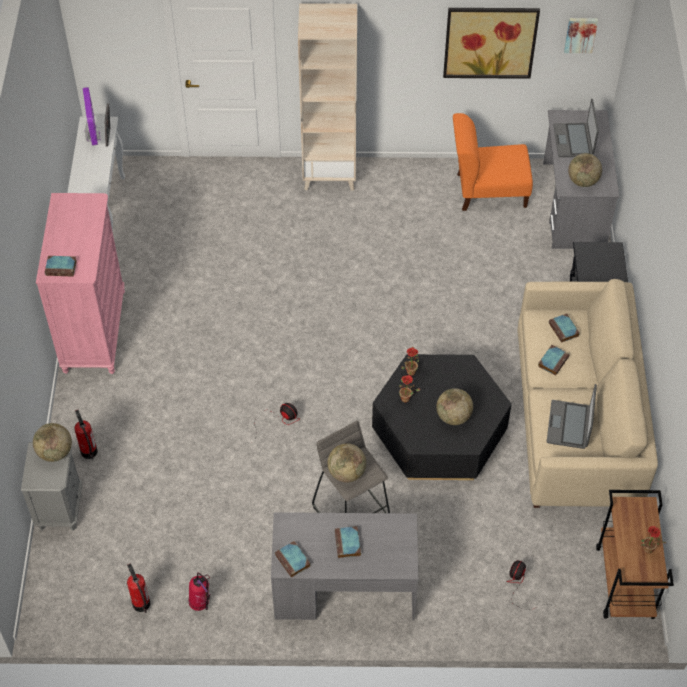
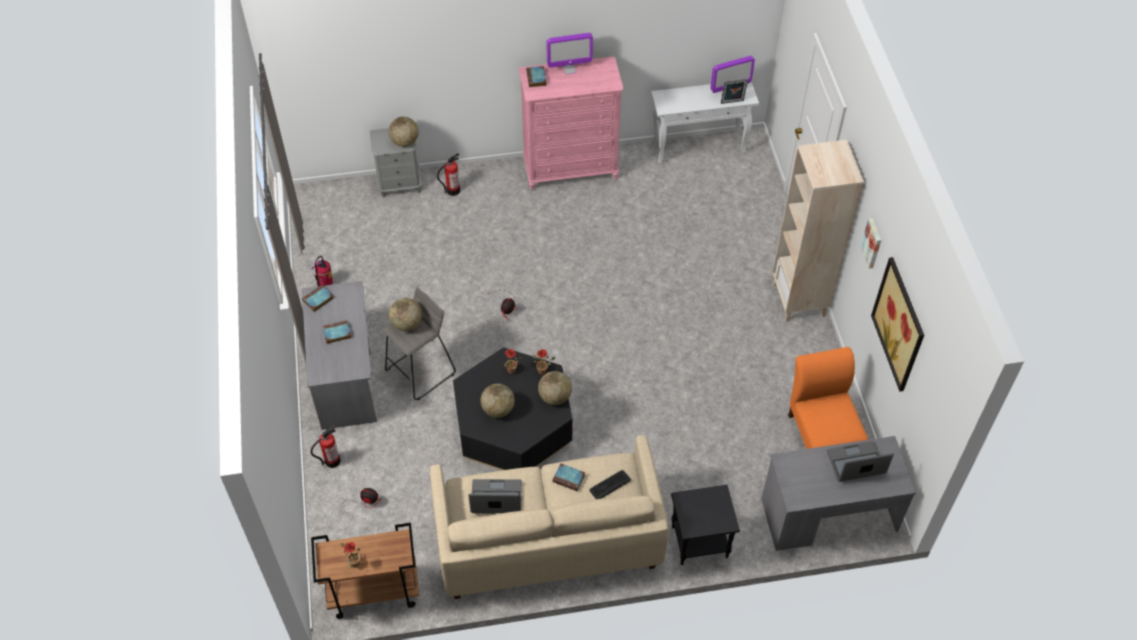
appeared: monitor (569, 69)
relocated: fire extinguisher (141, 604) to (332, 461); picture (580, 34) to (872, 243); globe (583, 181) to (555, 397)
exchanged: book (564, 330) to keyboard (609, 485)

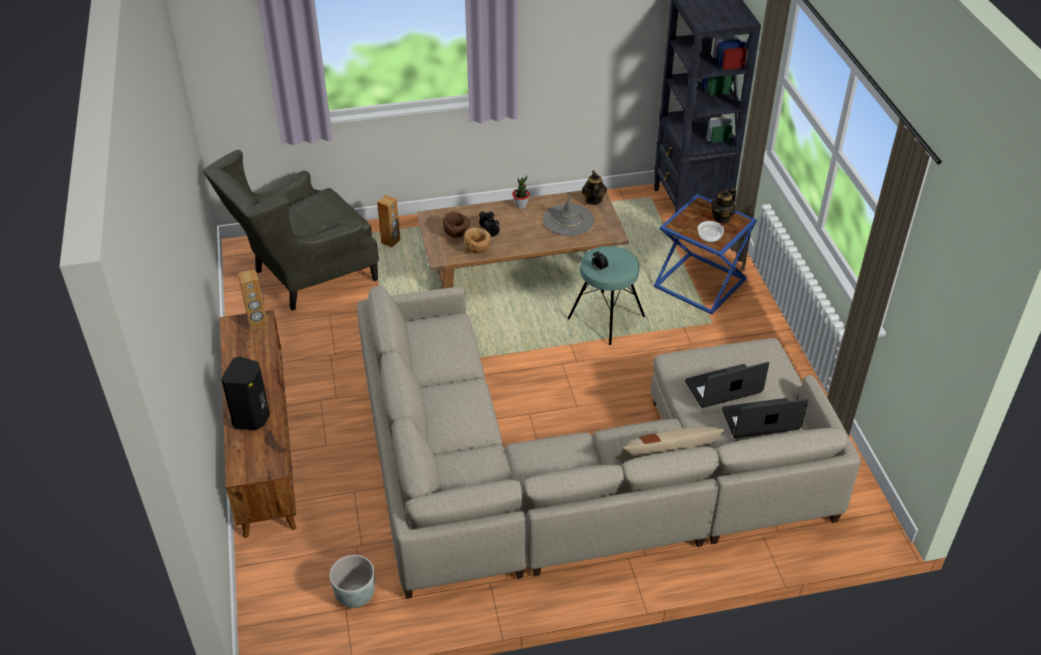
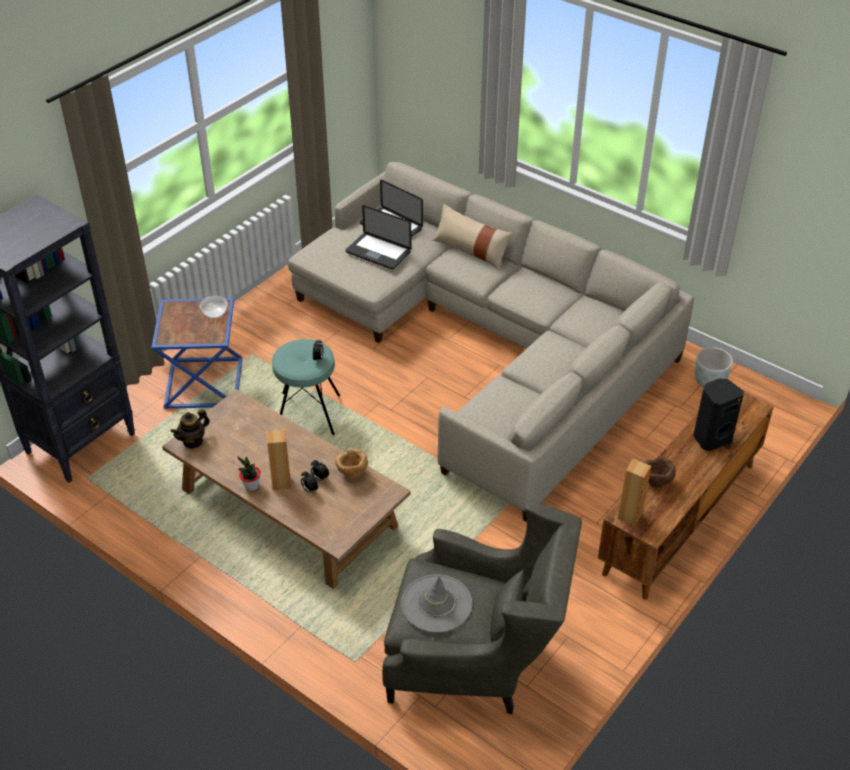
missing: teapot (722, 218)
relocated: brown speaker (391, 242) to (281, 482); brown bowl (456, 234) to (656, 482); grey hat (568, 220) to (436, 604)

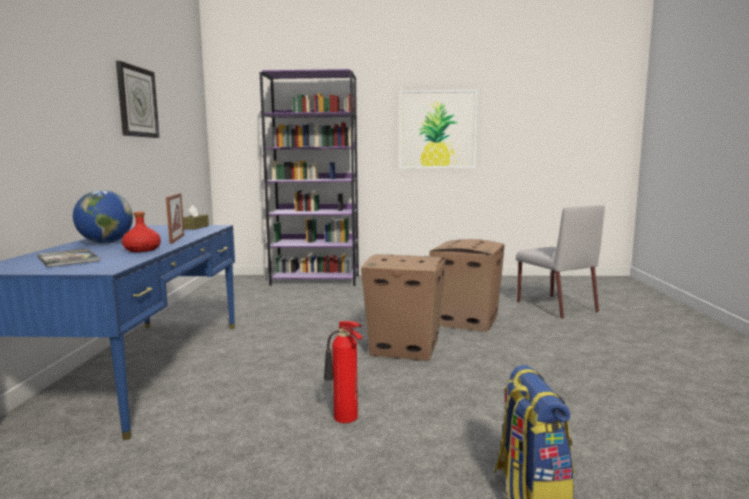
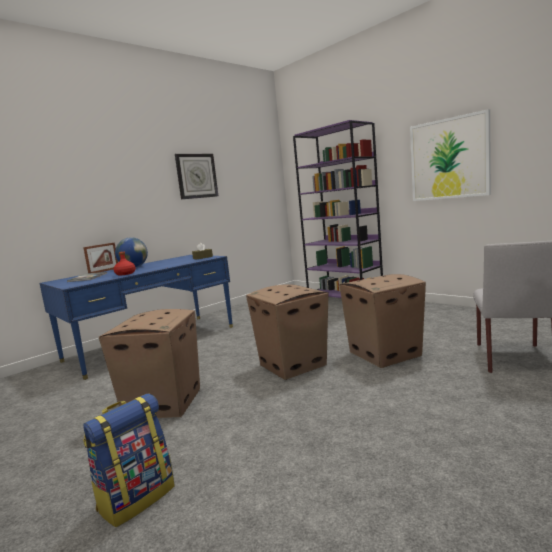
relocated: picture frame (177, 239) to (104, 271)
exchanged: fire extinguisher (344, 419) to cardboard box (164, 403)

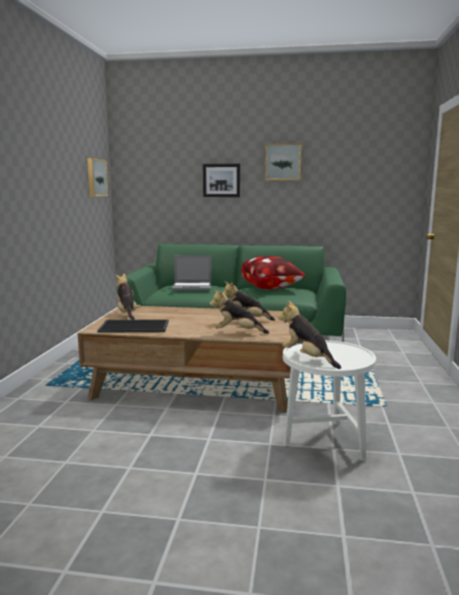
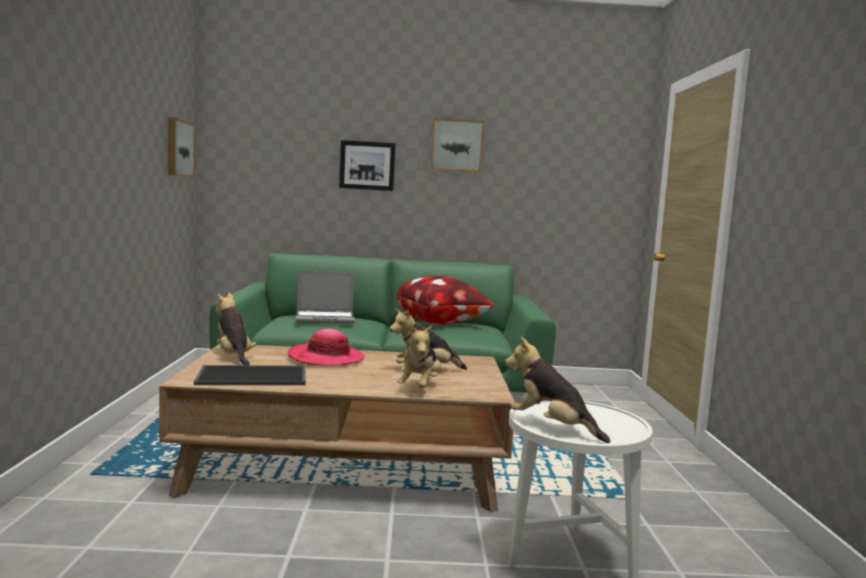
appeared: hat (326, 358)
spun: plush toy (237, 333) = (420, 387) 75 degrees counterclockwise

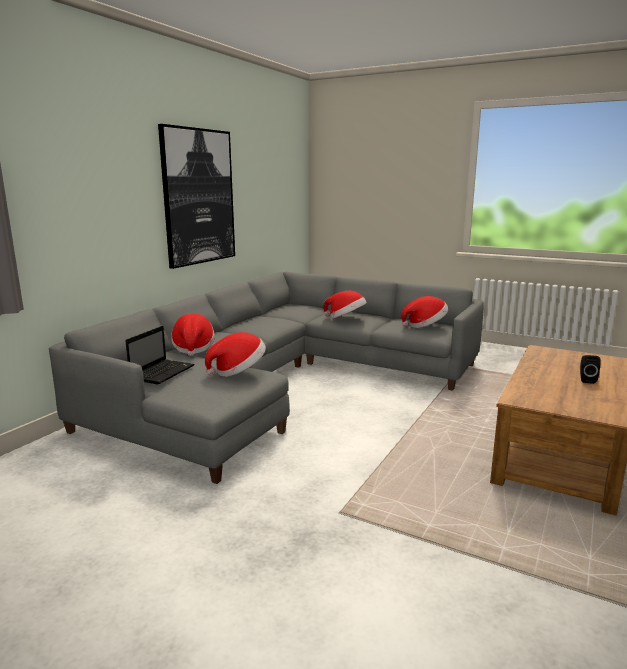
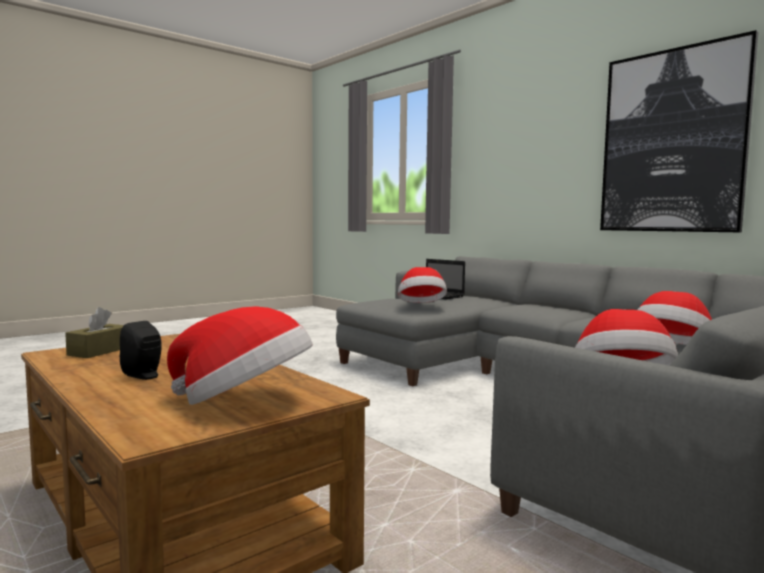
appeared: brown tissue box (99, 351)
relocated: hat (193, 348) to (244, 402)

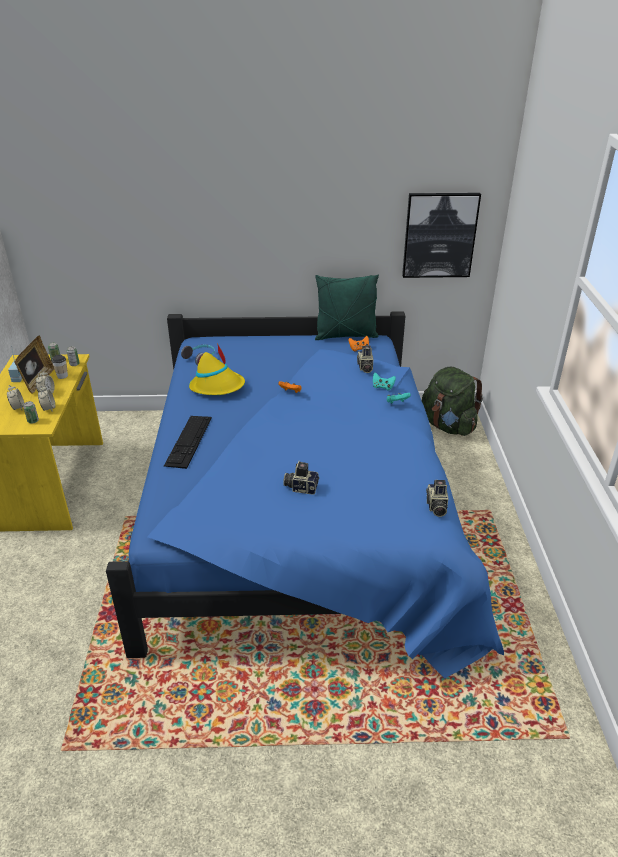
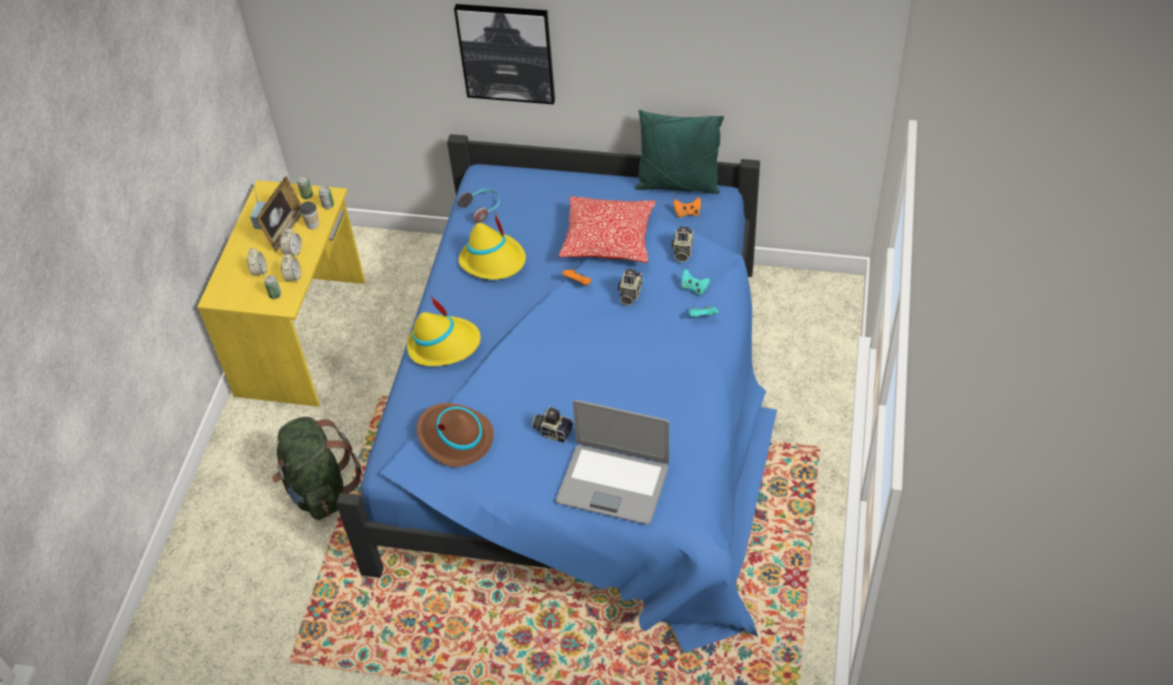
appeared: brown hat (455, 438); laptop (613, 483); pillow (608, 239)
relocated: picture (439, 235) to (506, 52); green backpack (448, 426) to (319, 489); photo camera (436, 506) to (629, 293)
exchanged: keyboard (188, 441) to yellow hat (444, 344)

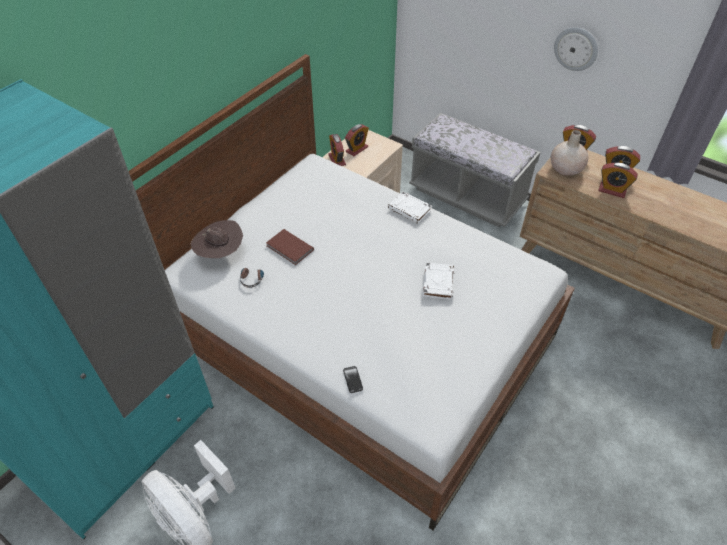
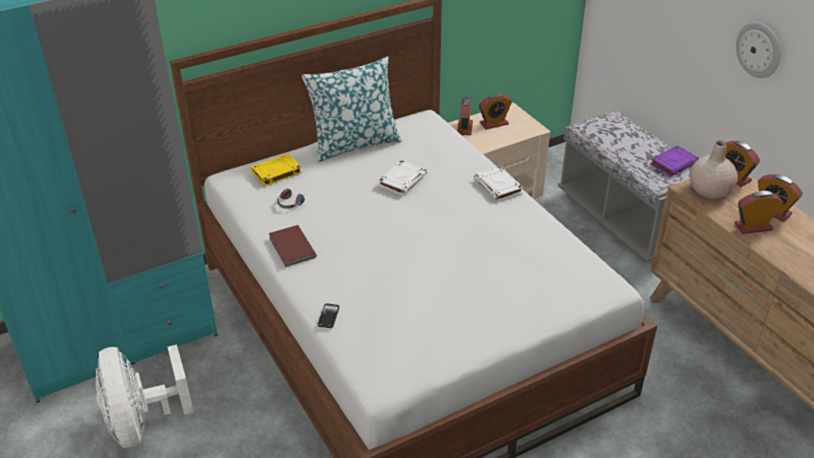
appeared: pillow (354, 144); purple book (674, 163)
relocated: brown book (289, 249) to (291, 248); white book (438, 283) to (402, 180)
exchanged: brown hat (220, 254) to yellow book (276, 173)
spun: alarm clock (612, 190) = (753, 227) 120 degrees clockwise

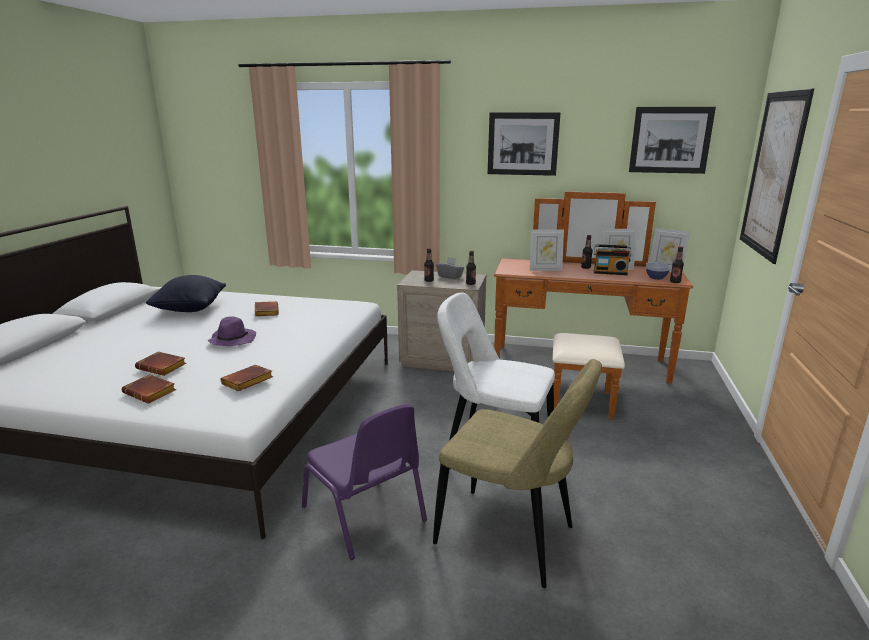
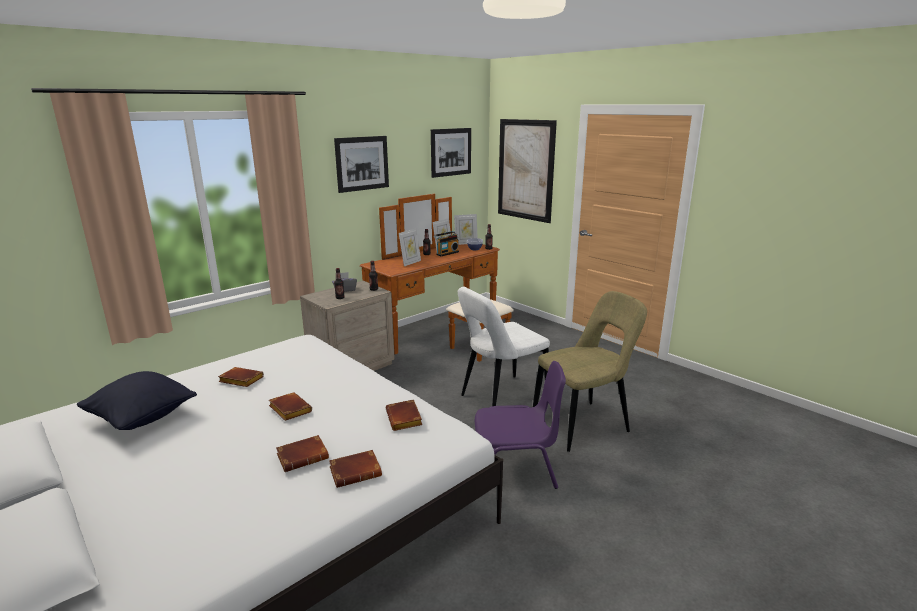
exchanged: purple hat (232, 339) to brown book (288, 410)

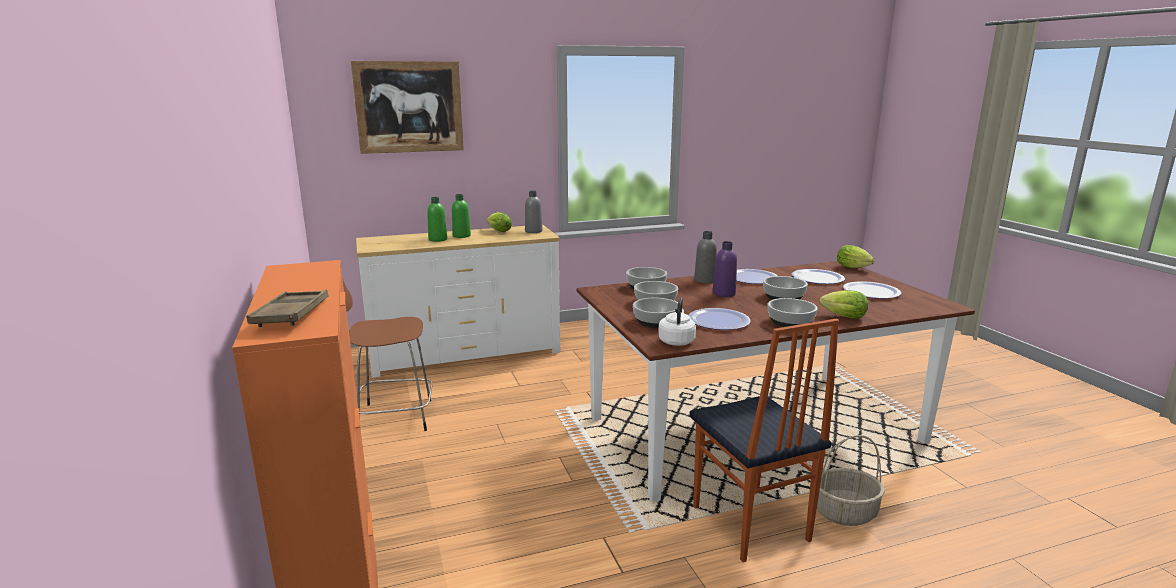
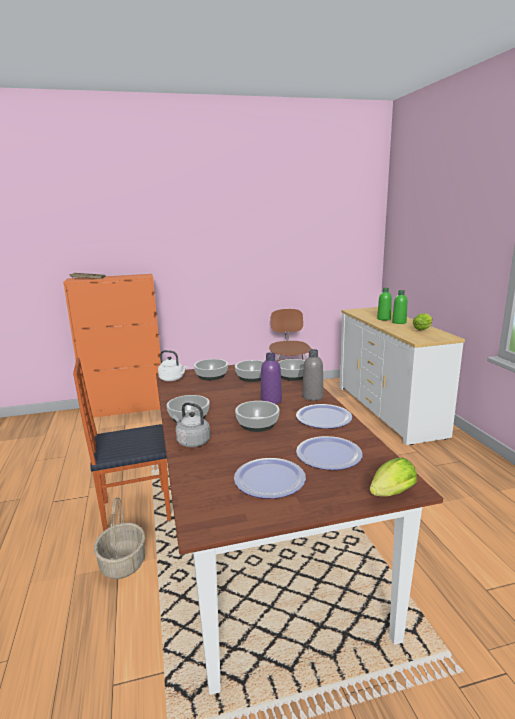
missing: picture (409, 107); grey bottle (533, 231); plate (719, 321)
exchanged: lettuce (841, 316) to grey kettle (192, 441)

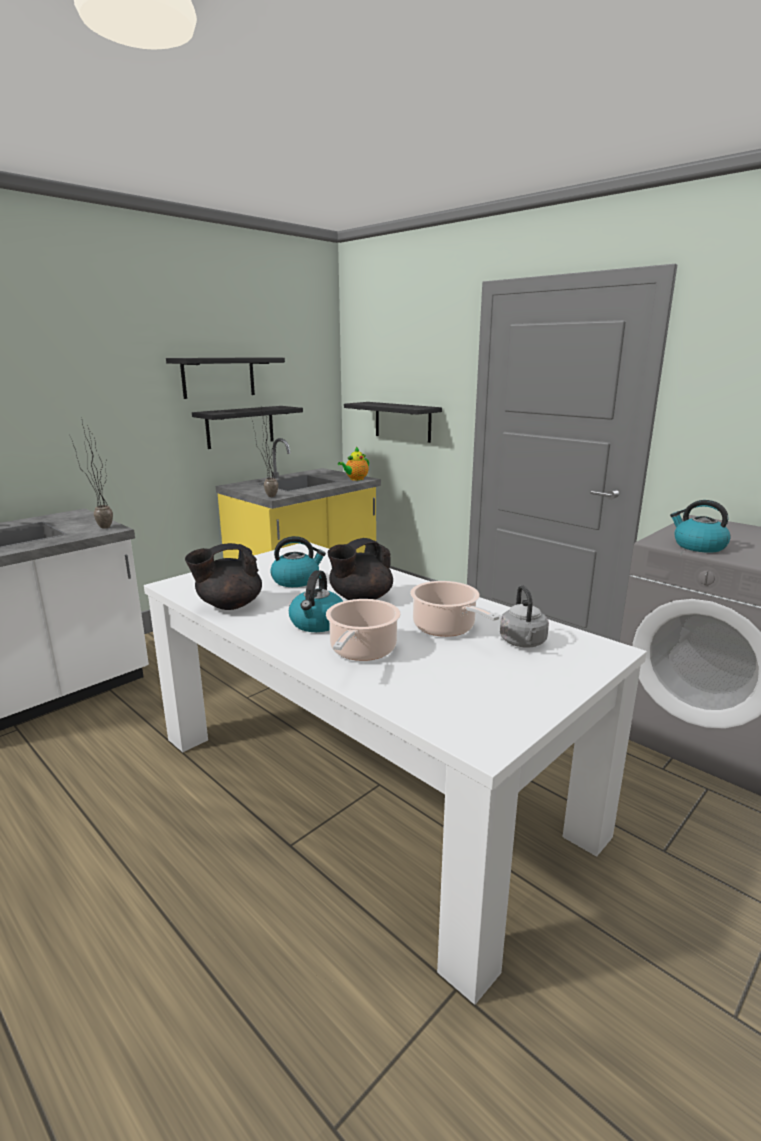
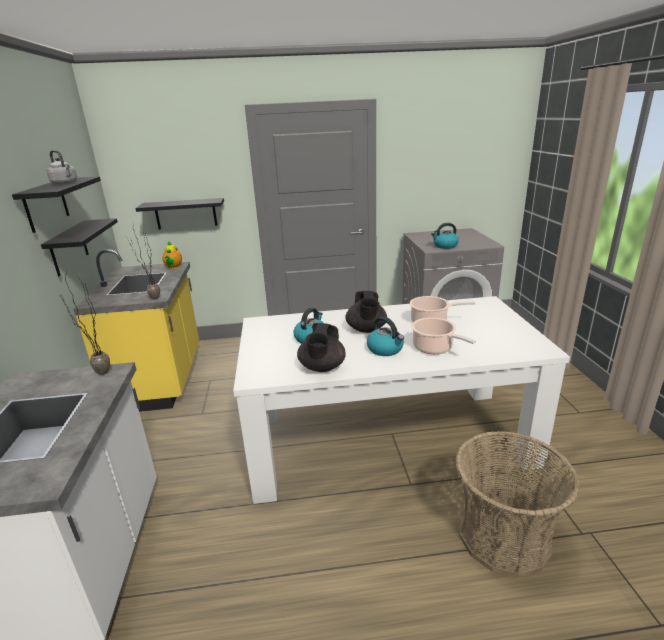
appeared: basket (504, 537)
relocated: grey kettle (523, 643) to (65, 183)

